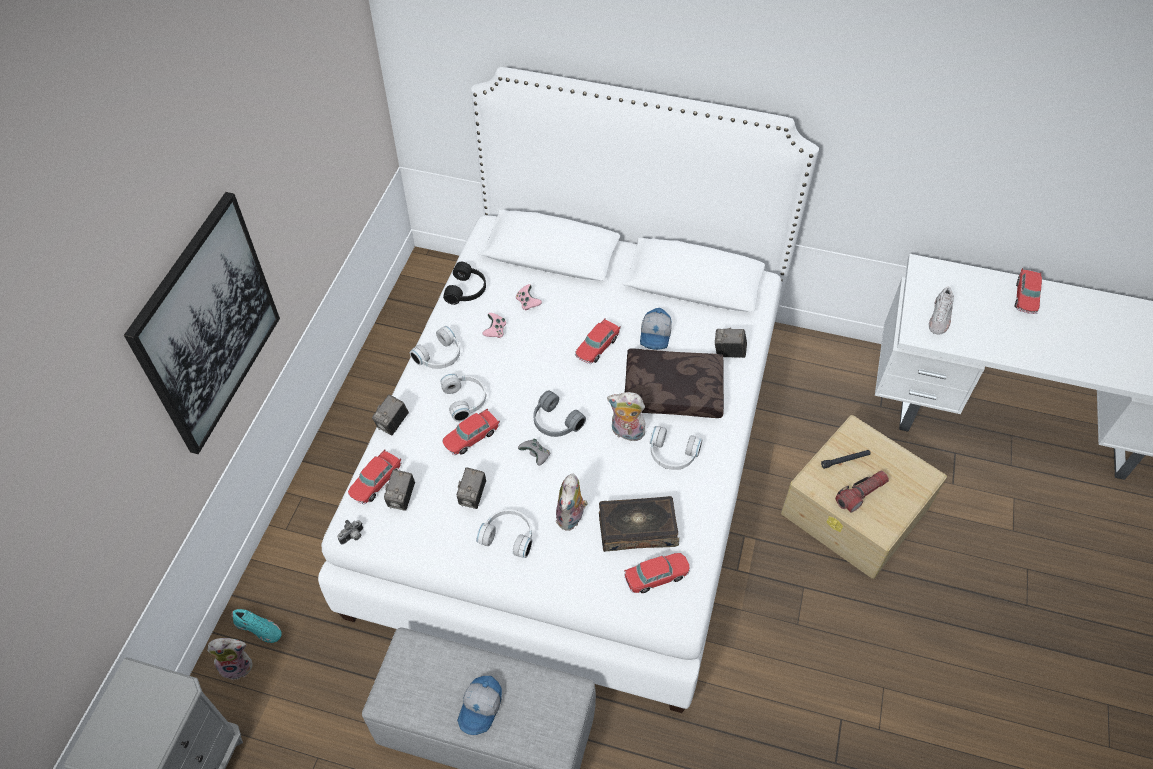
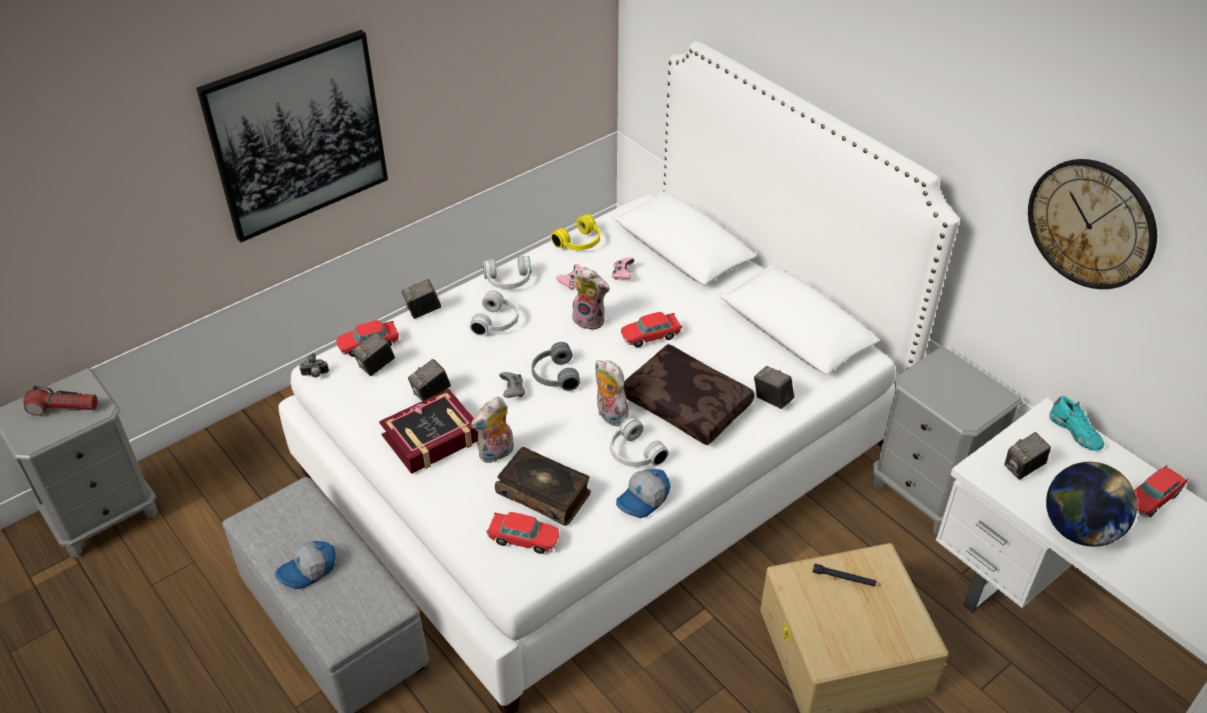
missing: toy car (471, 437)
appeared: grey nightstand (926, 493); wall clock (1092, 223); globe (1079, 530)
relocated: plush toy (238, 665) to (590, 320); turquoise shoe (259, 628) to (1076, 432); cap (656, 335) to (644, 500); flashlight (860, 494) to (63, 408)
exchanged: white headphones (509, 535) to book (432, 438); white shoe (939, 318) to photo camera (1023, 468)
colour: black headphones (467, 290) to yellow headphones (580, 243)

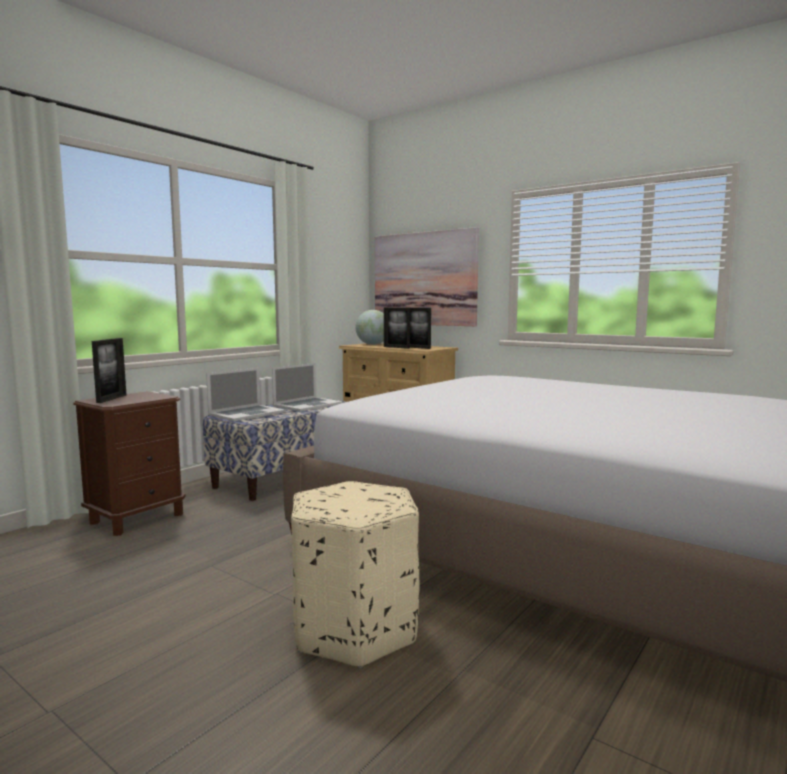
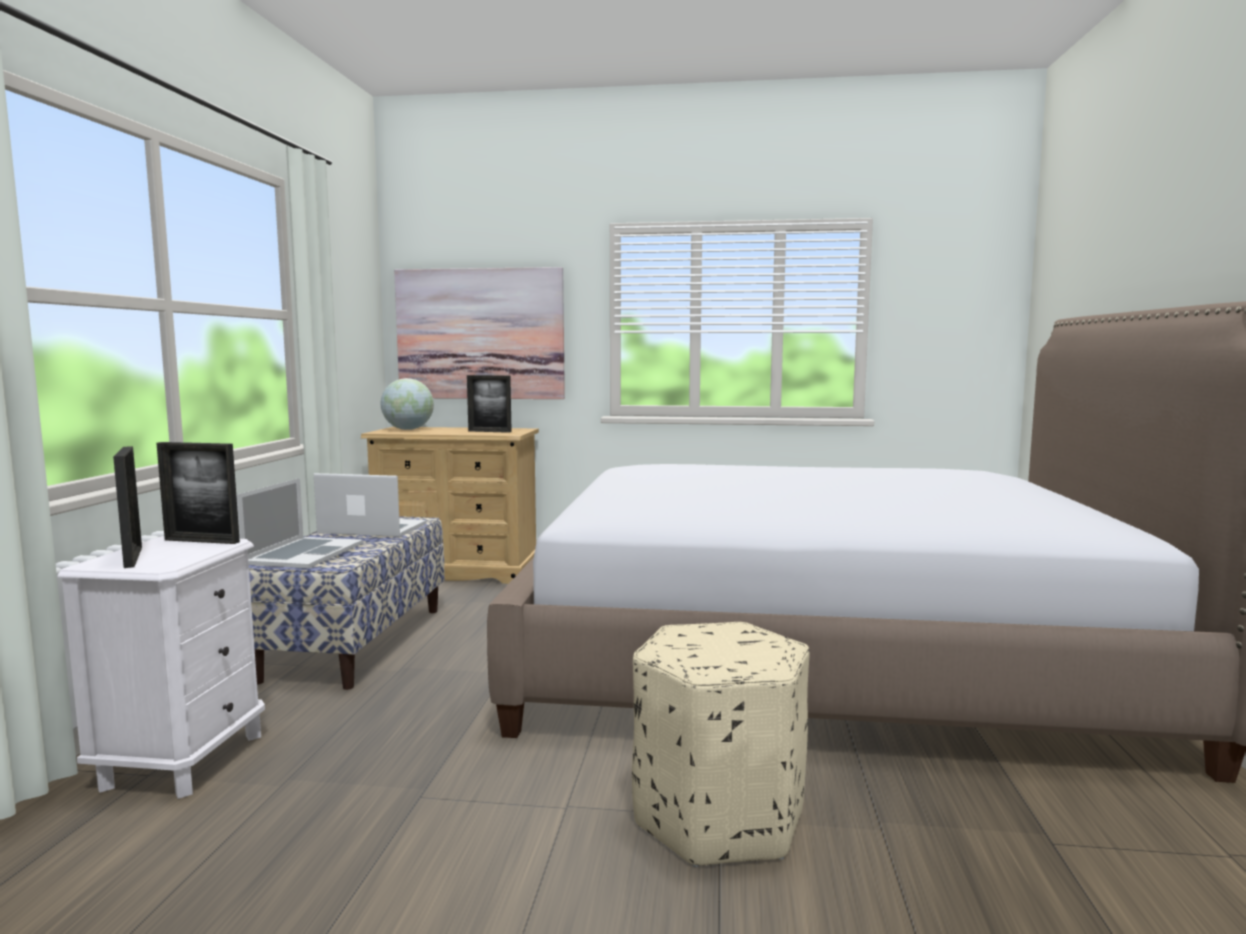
relocated: picture frame (396, 347) to (202, 541)
colour: brown nightstand (137, 518) to white nightstand (183, 760)
spun: laptop (307, 405) = (372, 528) 90 degrees counterclockwise

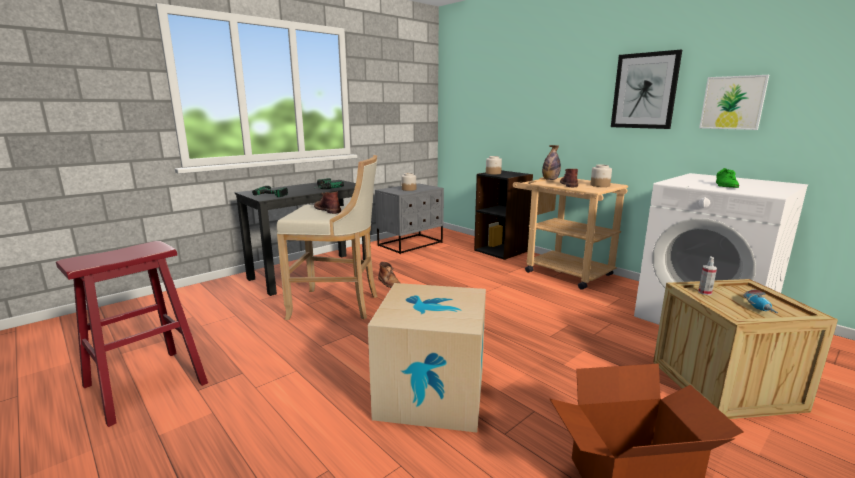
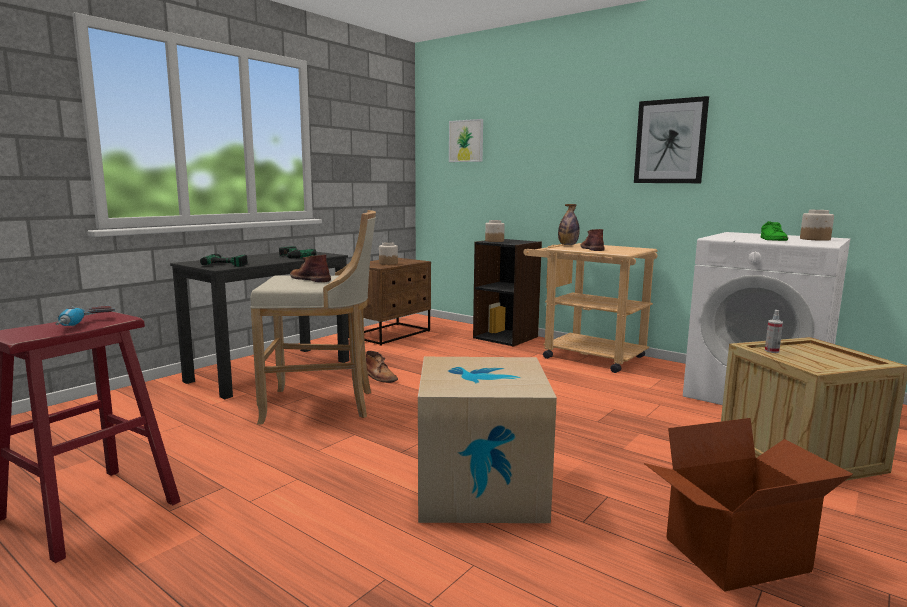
relocated: jar (599, 185) to (814, 239); picture (732, 103) to (466, 141); power drill (761, 307) to (84, 324)
colour: grey nightstand (411, 244) to brown nightstand (390, 334)

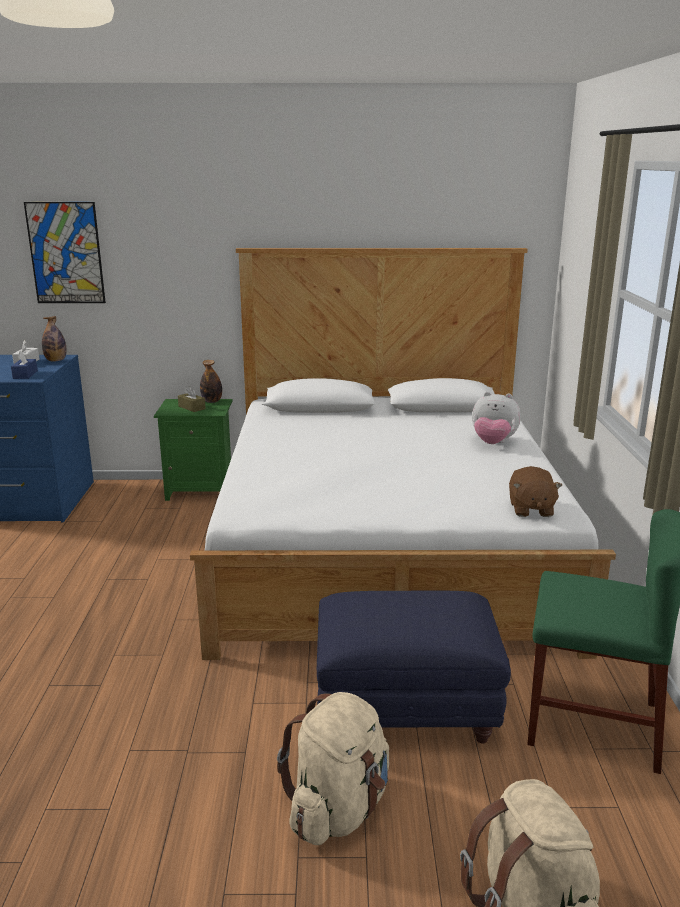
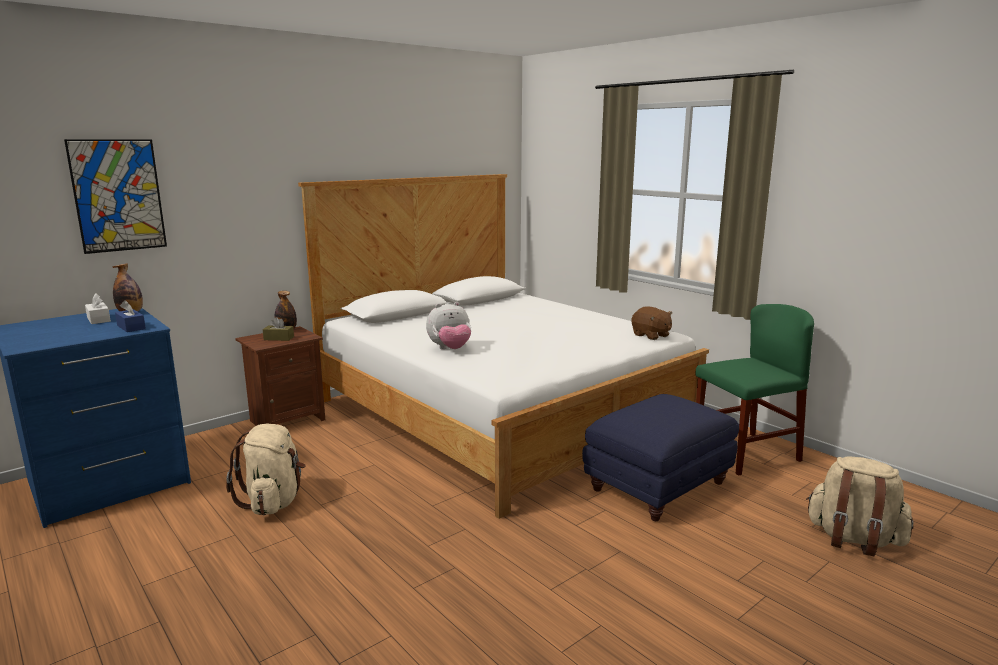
relocated: beige backpack (338, 809) to (273, 501); plush toy (493, 443) to (450, 349)
colour: green nightstand (200, 490) to brown nightstand (286, 420)

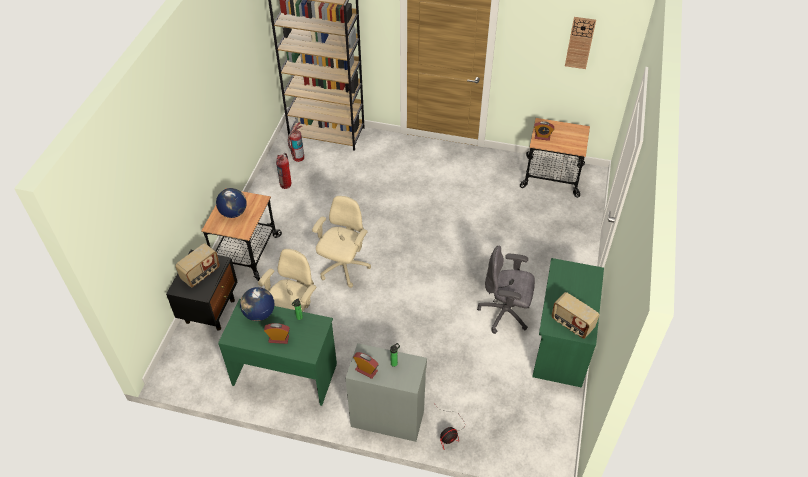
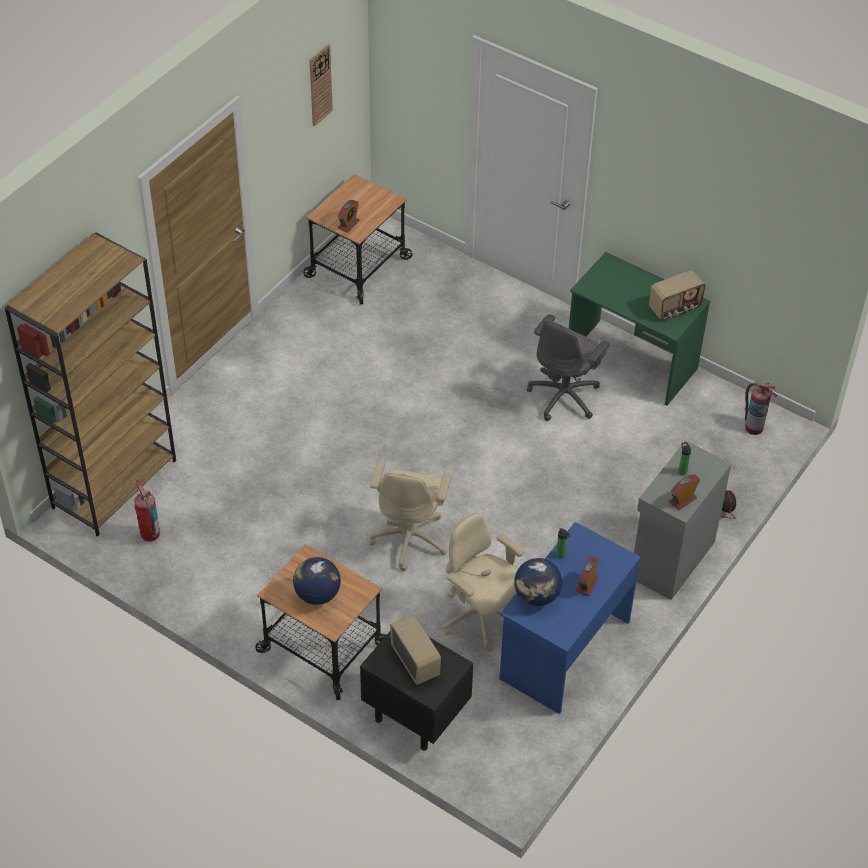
relocated: fire extinguisher (286, 184) to (753, 427)
colour: green desk (285, 373) to blue desk (563, 649)
spun: beige office chair (343, 268) = (410, 538) 120 degrees counterclockwise

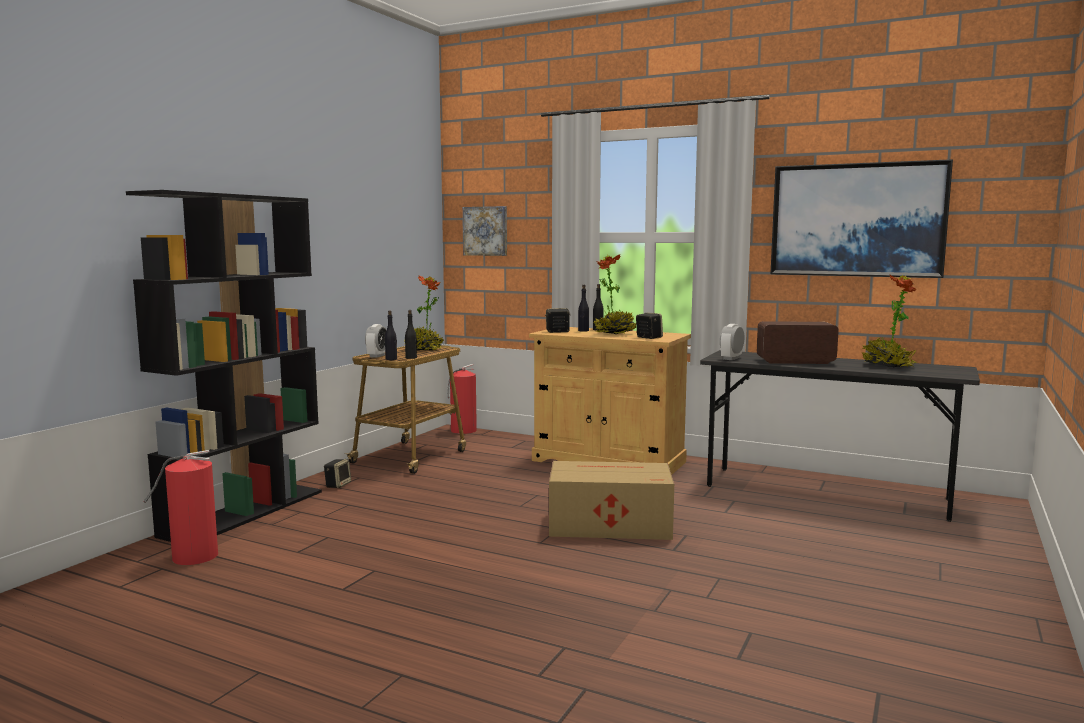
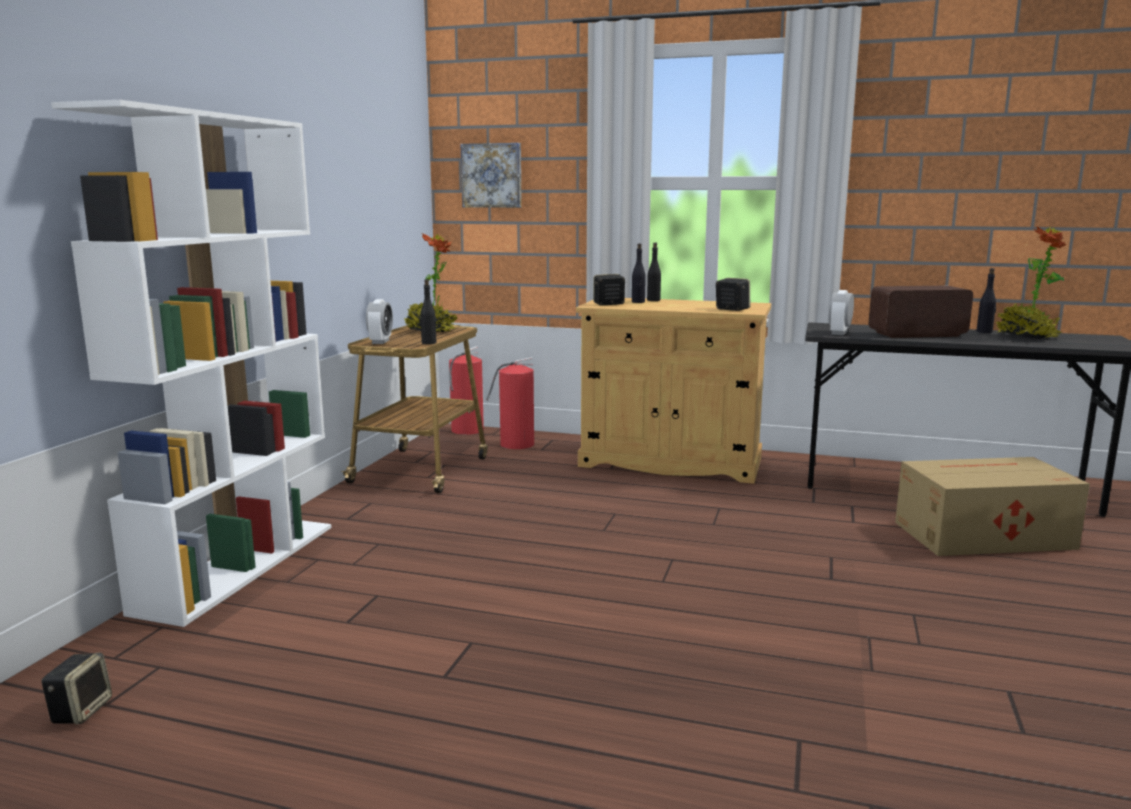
missing: potted plant (614, 333); picture (857, 220)
relocated: fire extinguisher (193, 556) to (515, 444); speaker (338, 485) to (81, 710); black bottle (391, 359) to (984, 331); cardboard box (607, 524) to (980, 535)
colour: black bookcase (244, 512) to white bookcase (239, 566)

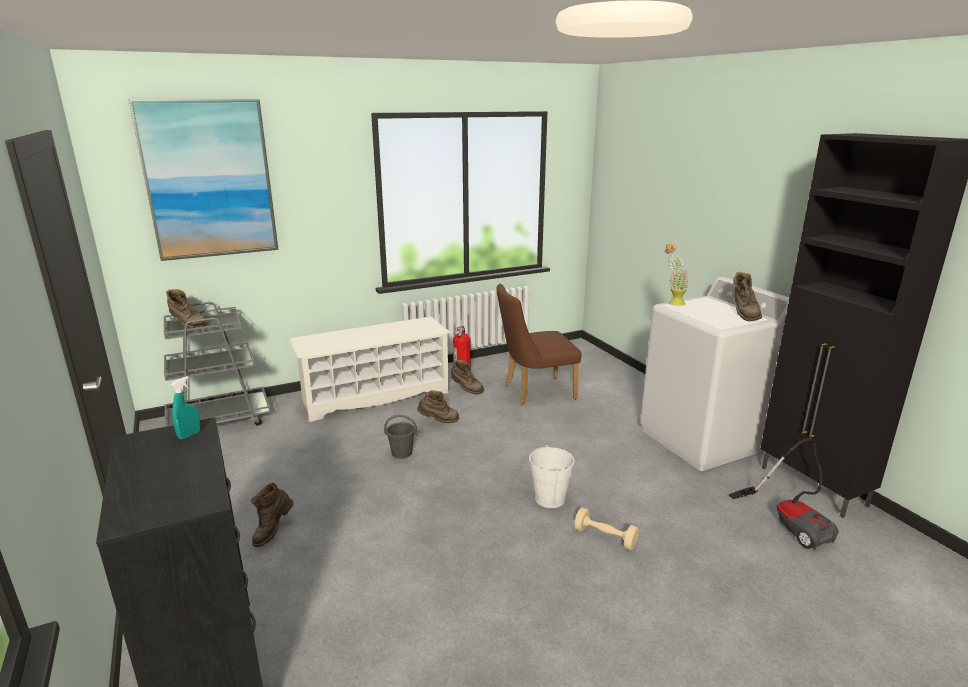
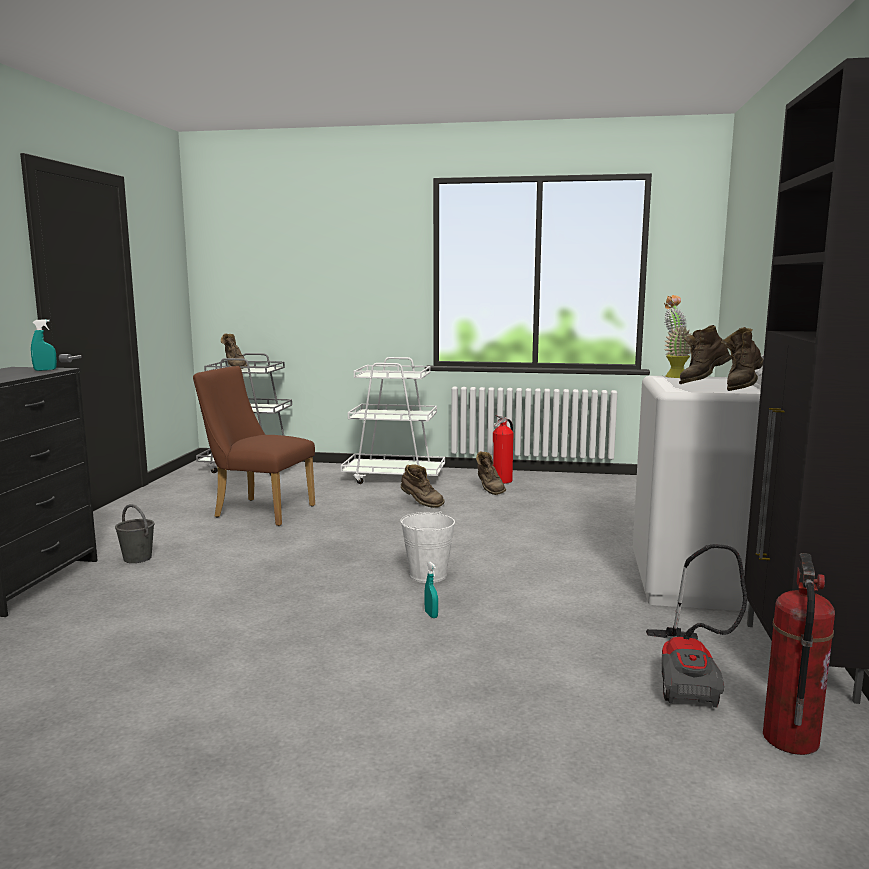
missing: picture (209, 180)
appeared: fire extinguisher (790, 739)
relocated: brown boot (273, 531) to (702, 383); grey bucket (402, 453) to (138, 558); brown chair (534, 392) to (258, 511)
exchanged: white shoe rack (375, 396) to white cart (394, 478); beige dumbbell (605, 537) to turquoise spray bottle (431, 615)

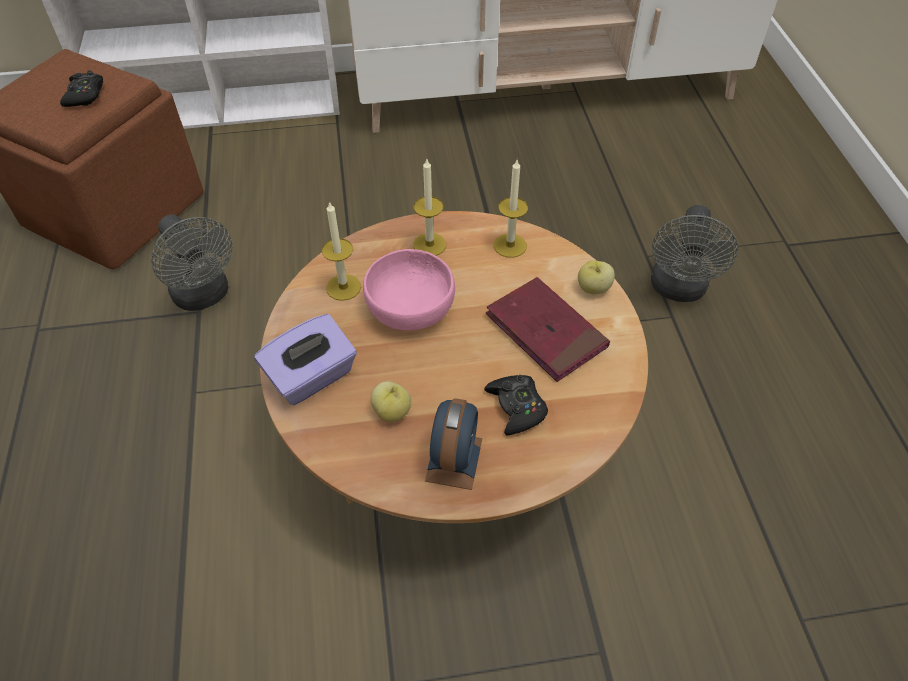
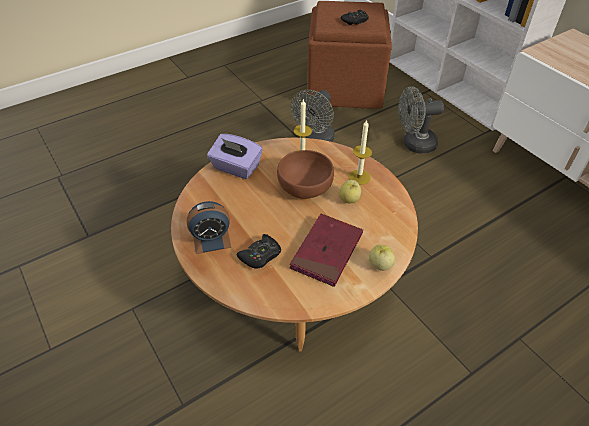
missing: candle (510, 245)
relocated: apple (392, 411) to (349, 199); grey fan (678, 290) to (414, 144)
colour: pink bowl (409, 309) to brown bowl (304, 186)

